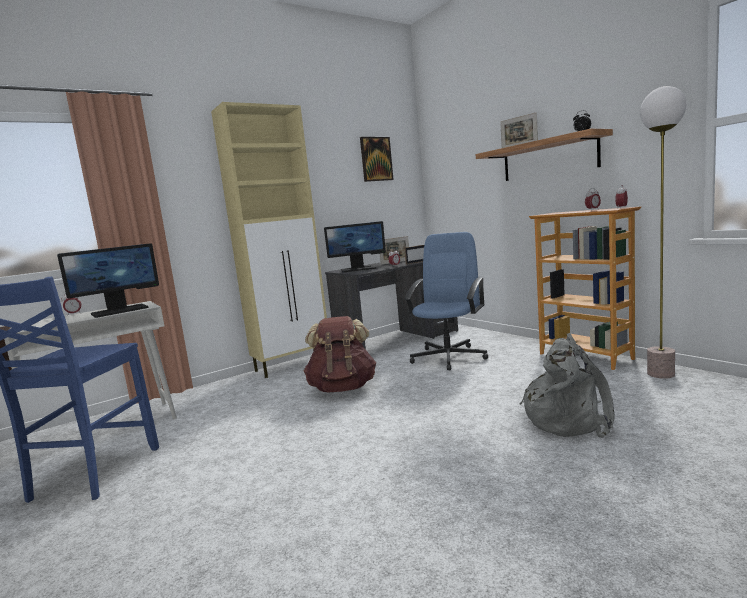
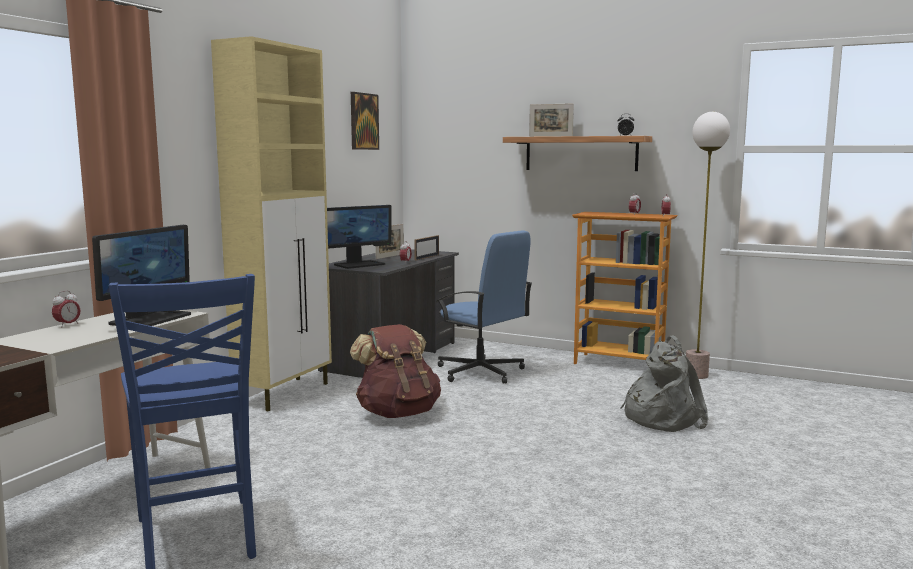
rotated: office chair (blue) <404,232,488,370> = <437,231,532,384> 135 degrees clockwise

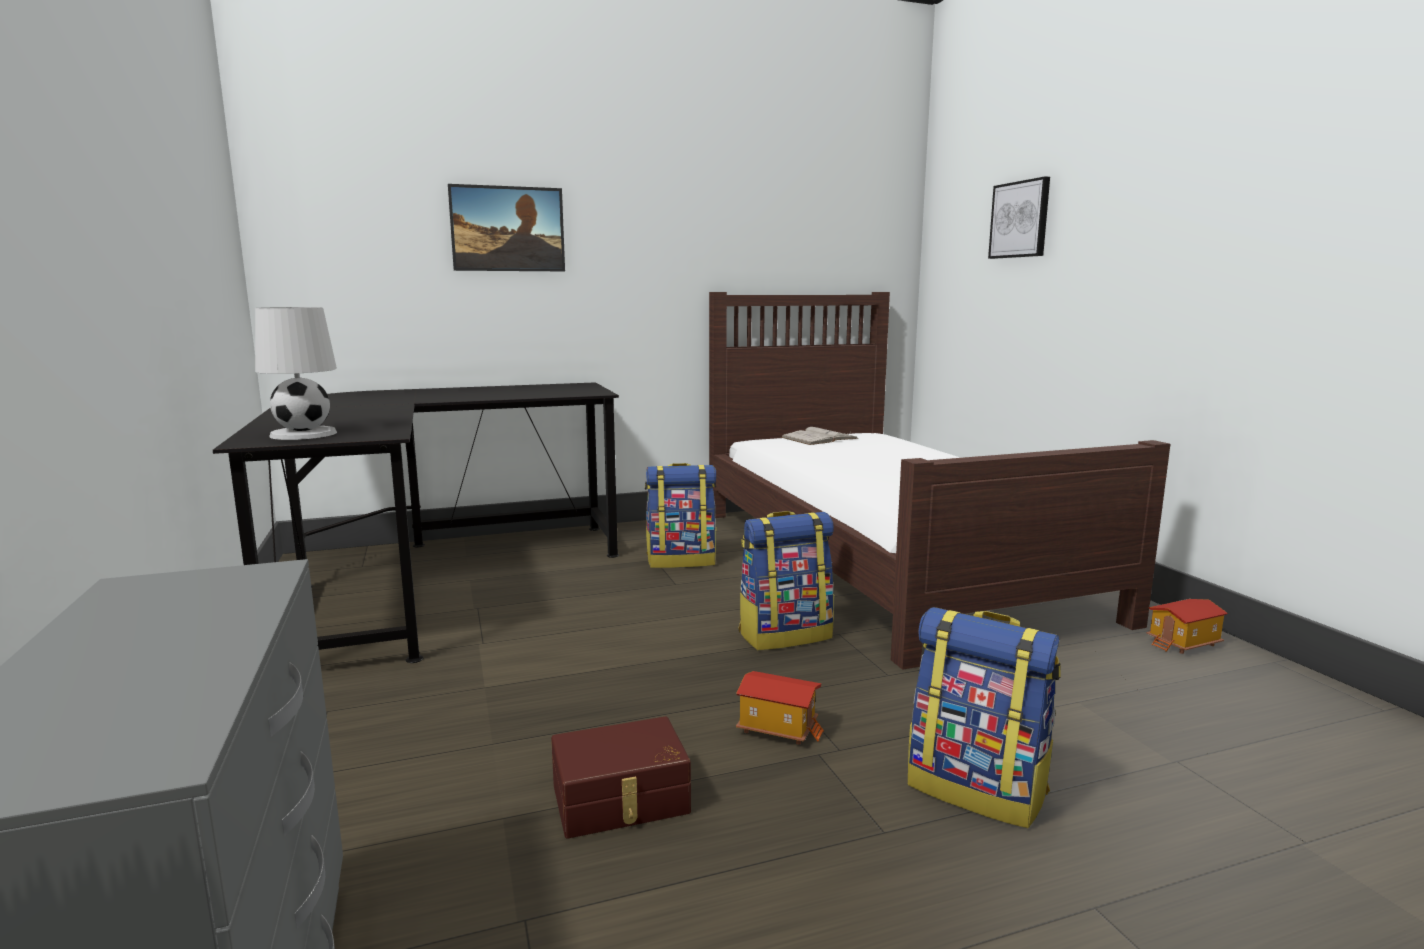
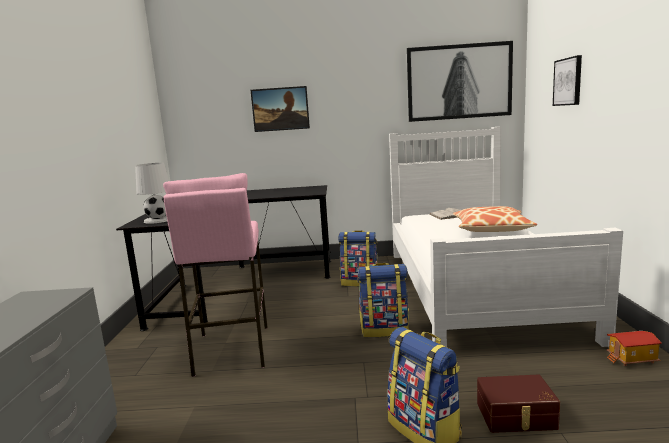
gone: toy house <736,671,824,745>
new: picture <407,41,513,122>; stool (pink) <163,173,268,377>; pillow <453,206,537,232>
shifted: storage box (brown) <551,716,691,838> to <477,374,560,433>
repainted: bed (brown) <709,292,1170,670> to bed (white) <389,127,623,347>

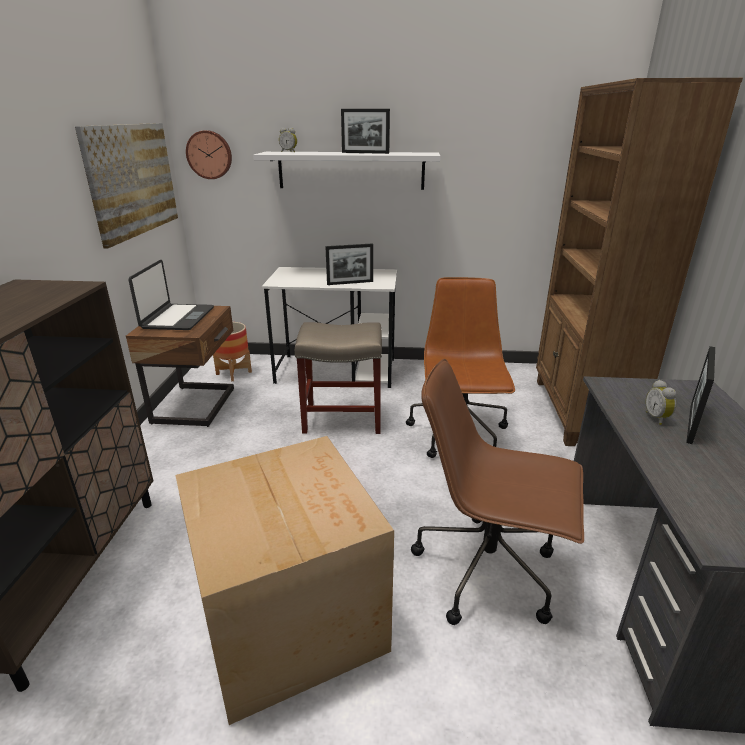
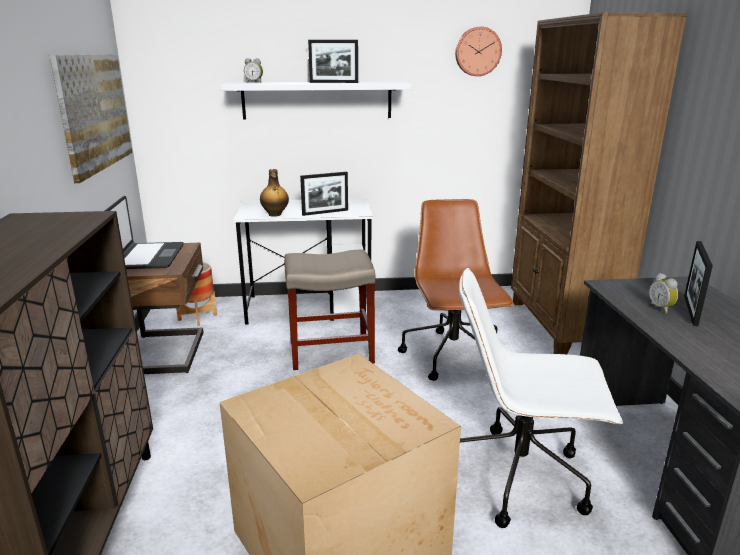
new: bottle <260,169,289,217>
shifted: wall clock <186,130,232,179> to <455,27,502,76>
repainted: office chair (brown) <411,359,584,625> to office chair (white) <459,268,623,528>

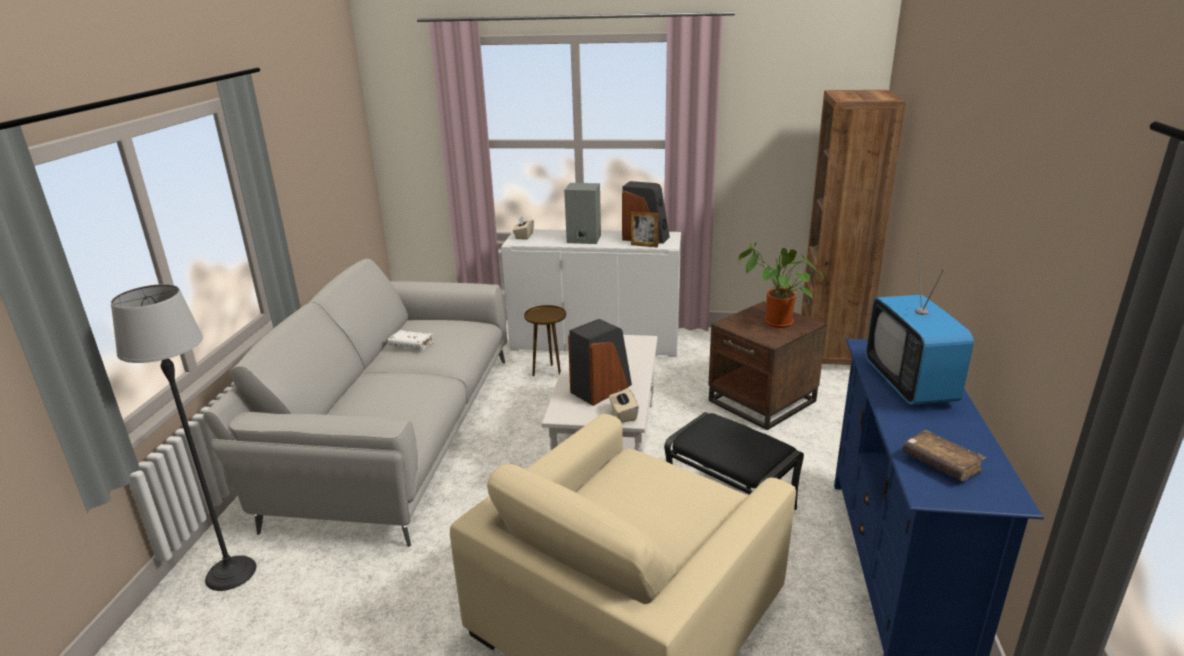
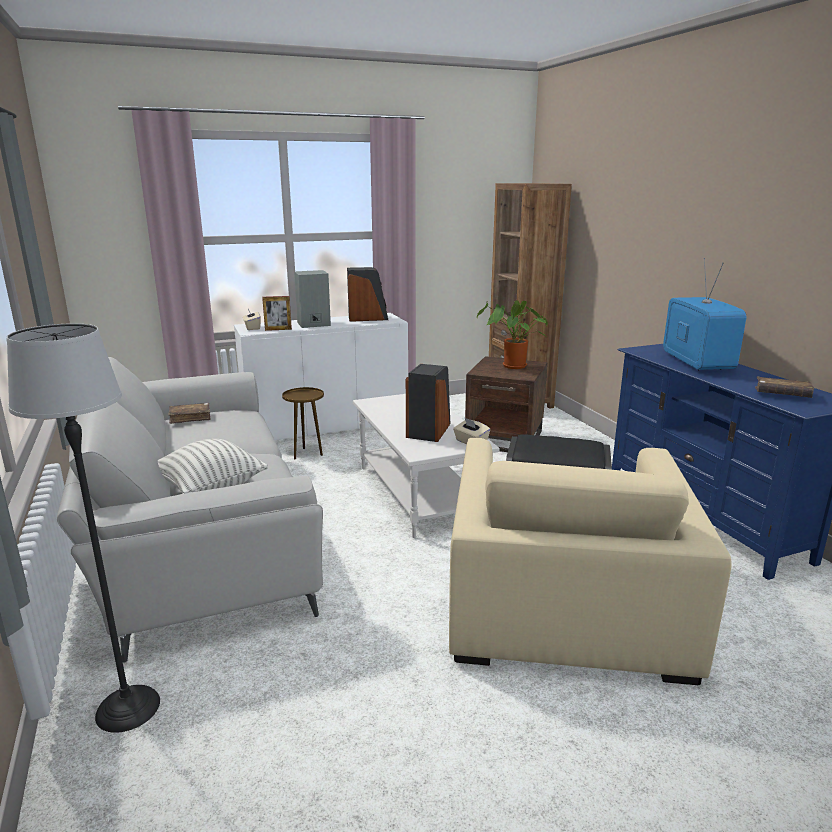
gone: book (white) <388,330,434,349>
new: book (brown) <168,403,211,424>; pillow <158,439,268,494>
shifted: picture frame <631,211,659,247> to <262,296,292,331>
rotated: television <866,253,974,405> = <663,258,747,371> 150 degrees counterclockwise

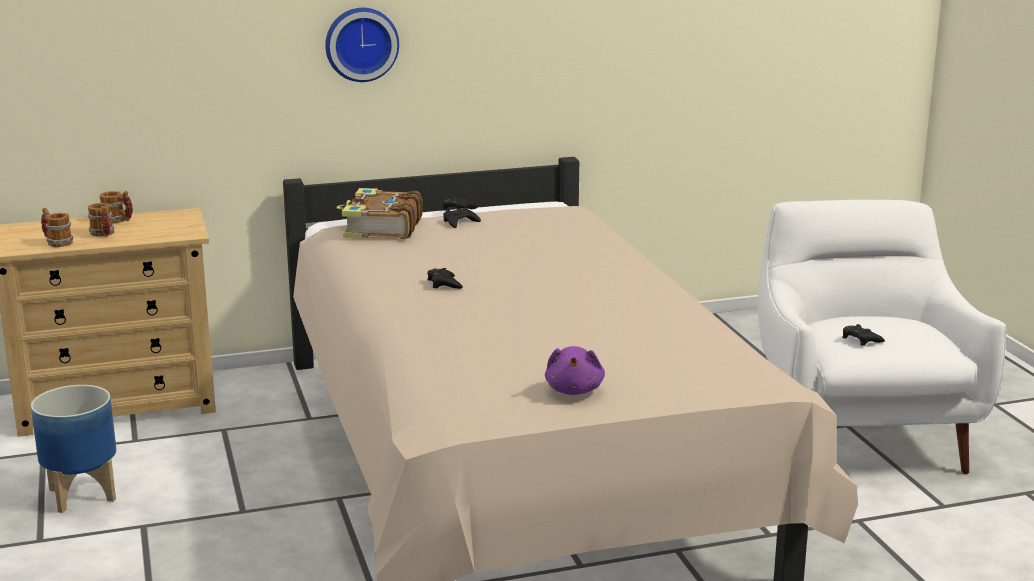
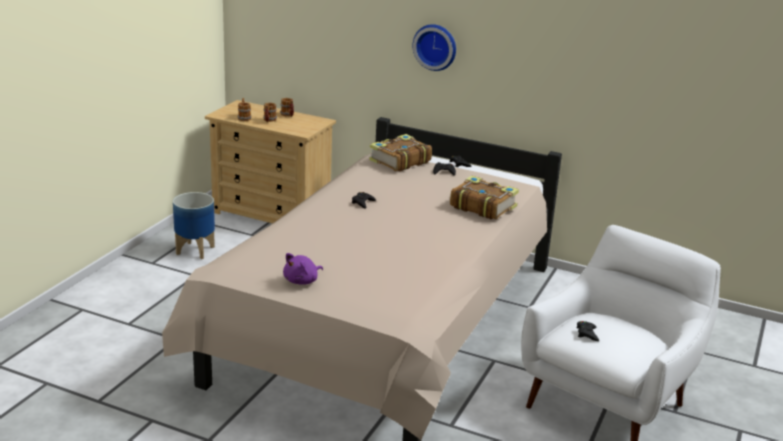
new: book <450,176,519,219>

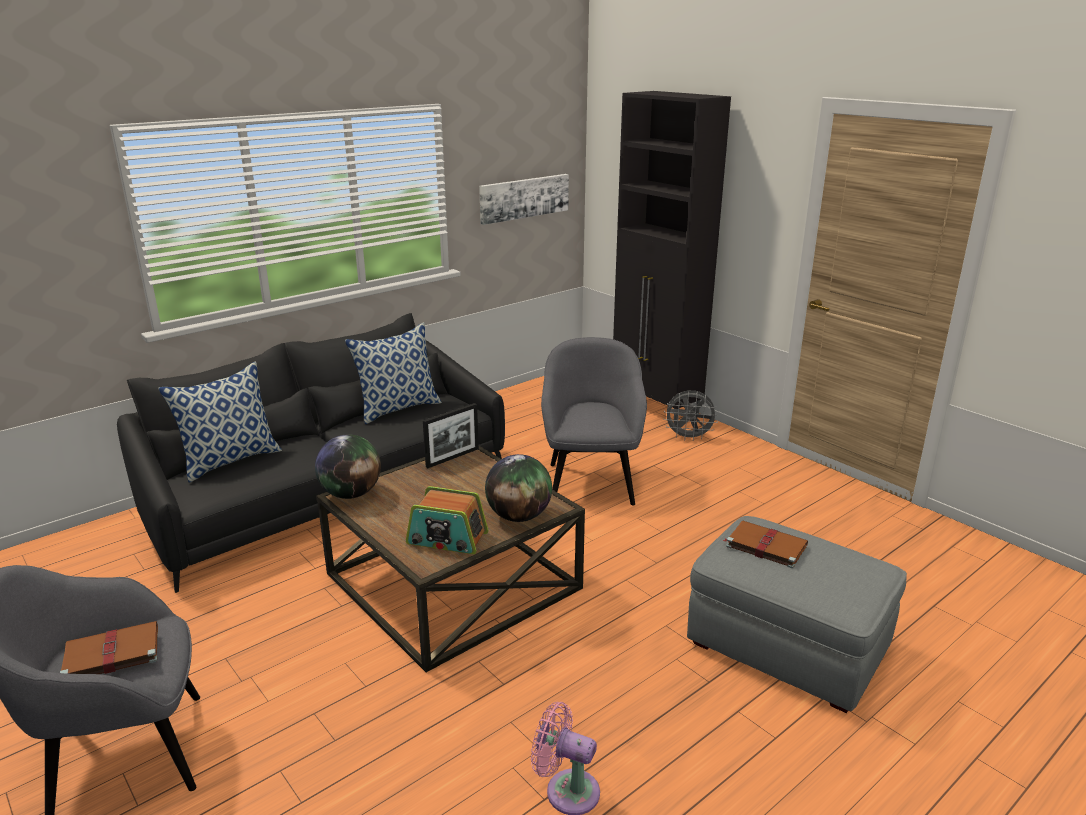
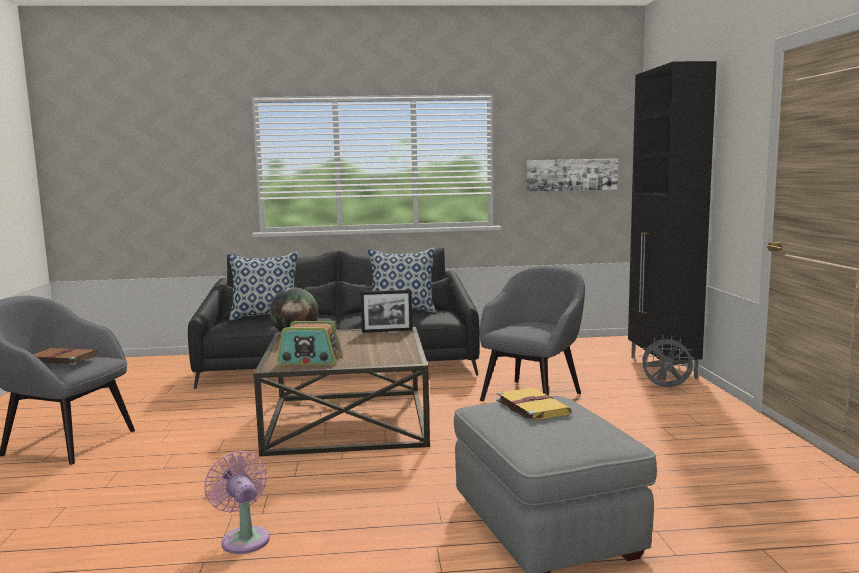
gone: globe <485,454,552,522>
repainted: book (brown) <723,520,808,568> to book (yellow) <496,388,572,422>
rotated: fan (grey) <663,390,719,441> = <639,336,695,387> 150 degrees clockwise; radio <406,486,488,554> = <277,321,342,365> 45 degrees counterclockwise

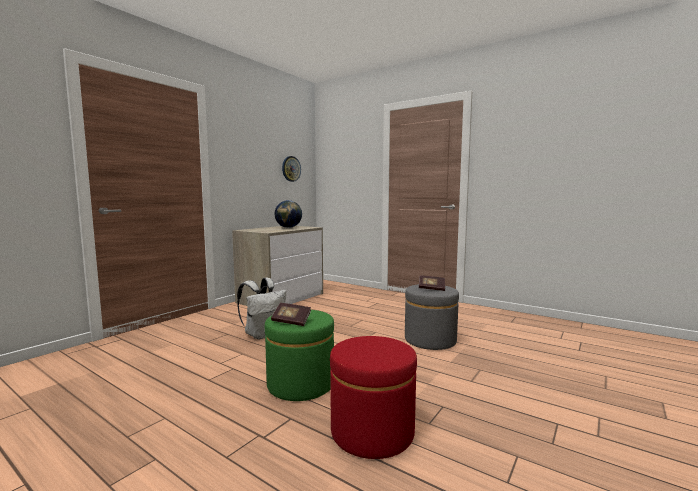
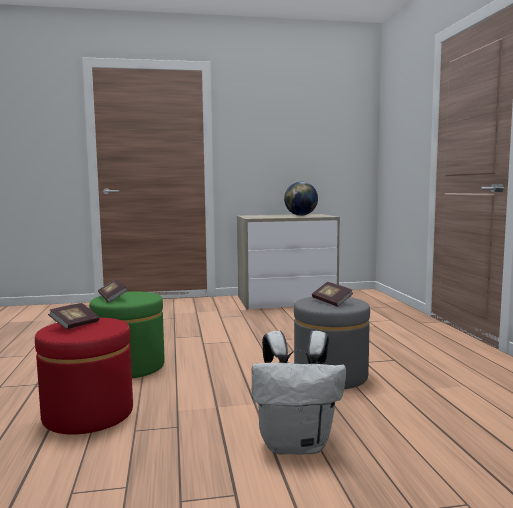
gone: wall clock <282,156,301,182>
new: book <48,303,100,329>
shifted: backpack (white) <237,278,286,339> to <252,331,346,455>

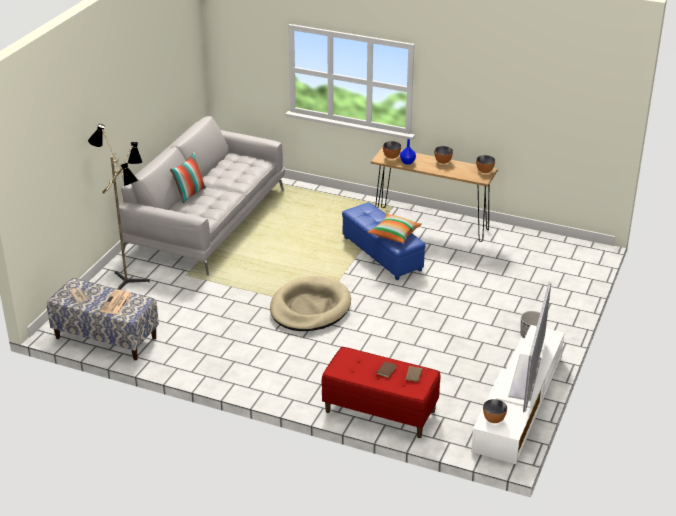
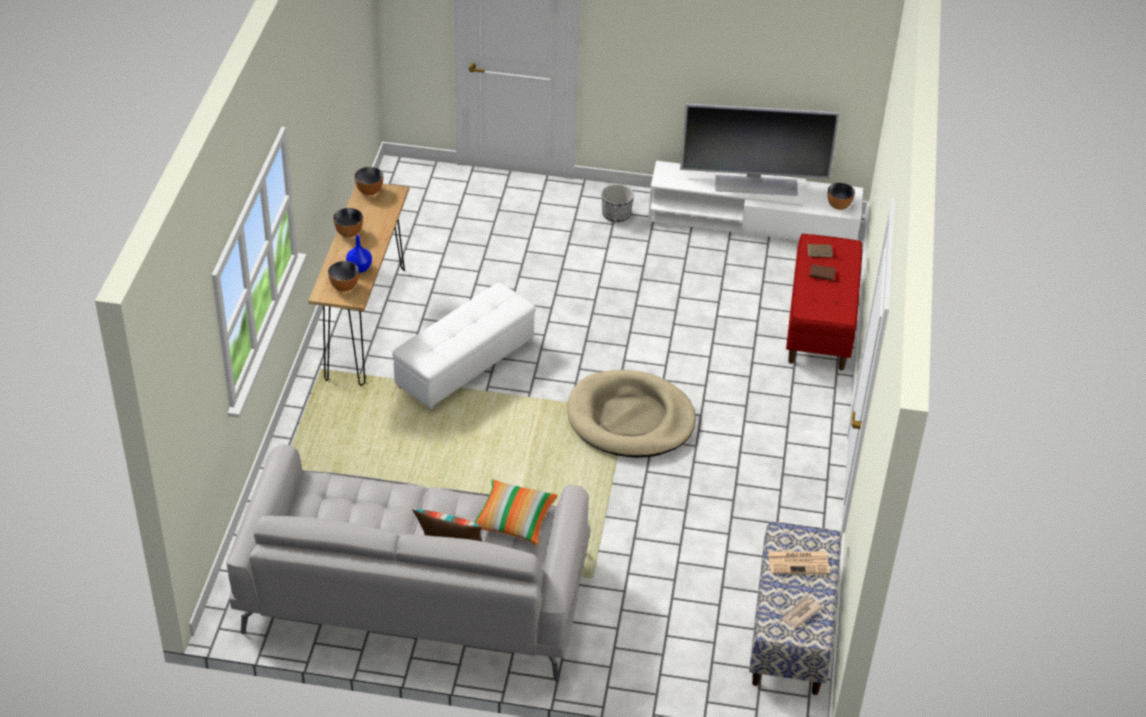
gone: floor lamp <88,124,150,290>
shifted: pillow <368,214,422,243> to <474,479,558,545>
repainted: ottoman (blue) <342,203,426,280> to ottoman (white) <392,283,535,410>

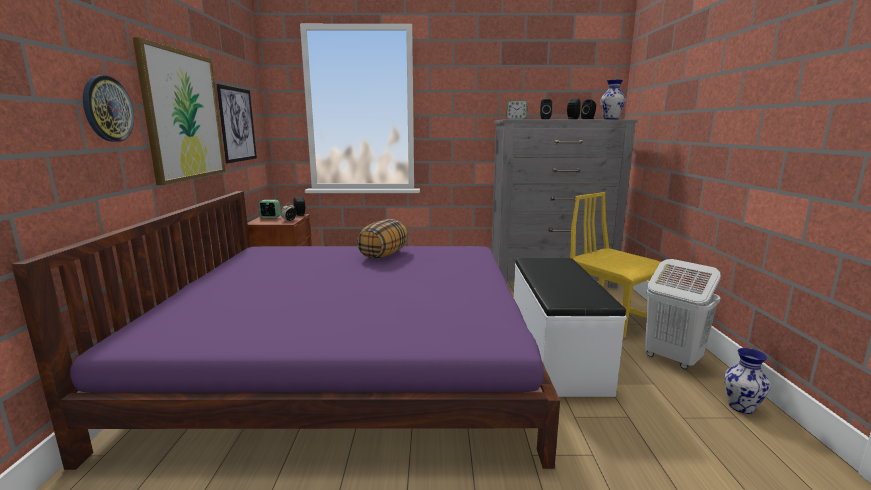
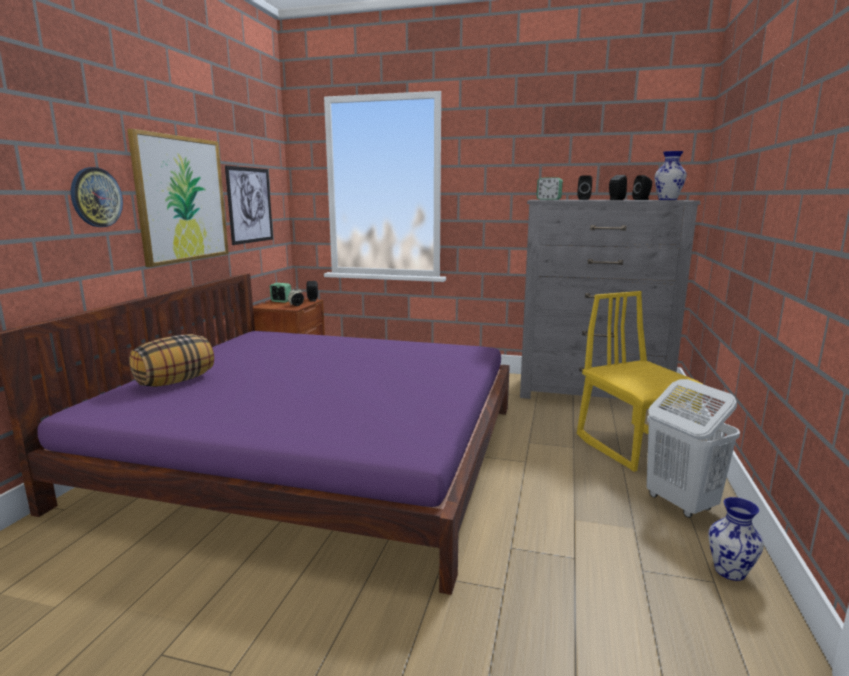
gone: bench (white) <514,258,627,397>
shifted: pillow <357,219,408,259> to <129,334,214,387>

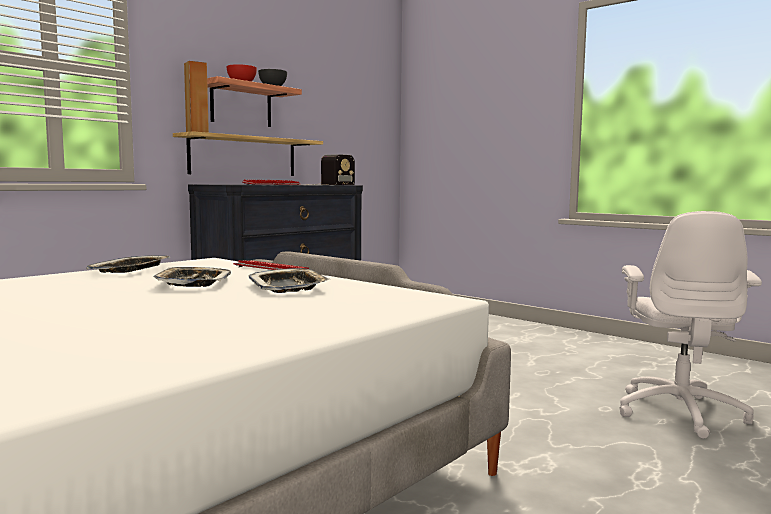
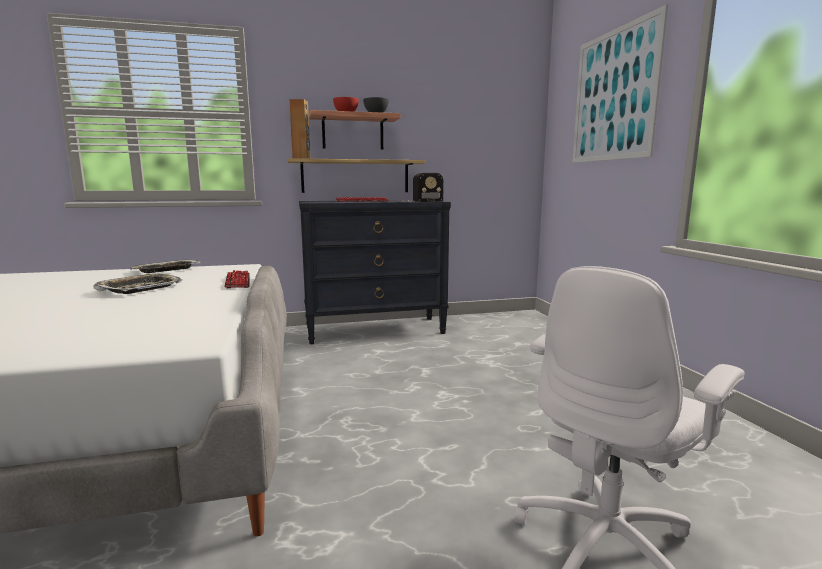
gone: tray <248,268,330,293>
new: picture <572,4,668,163>

